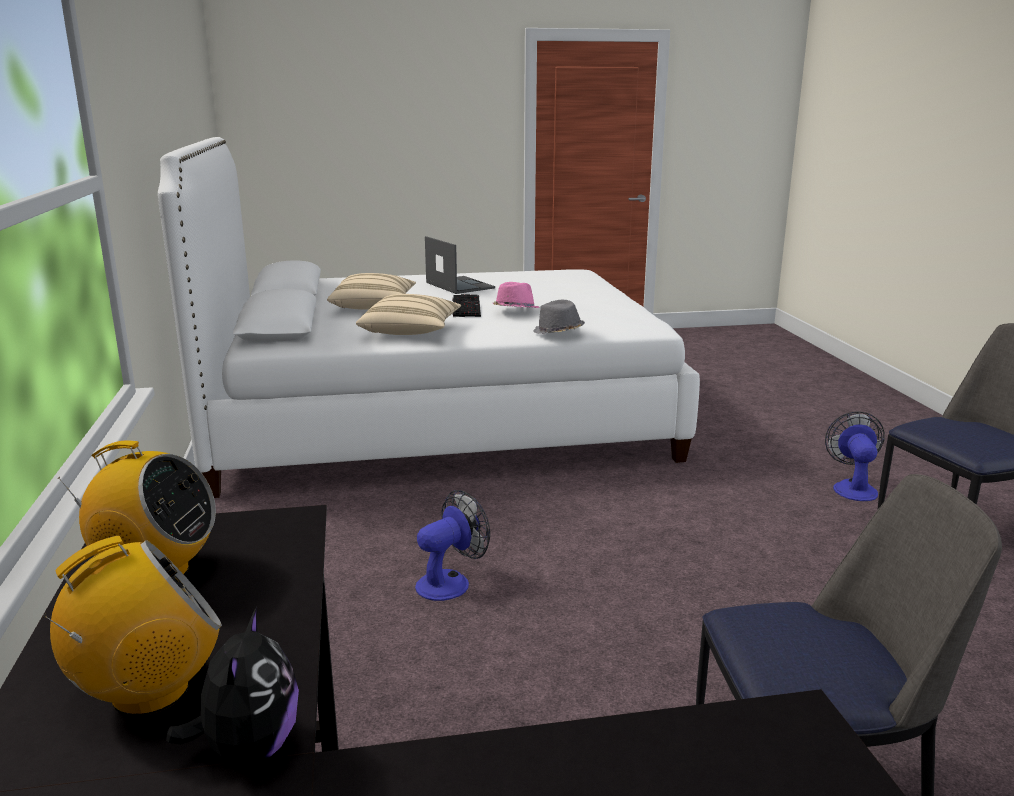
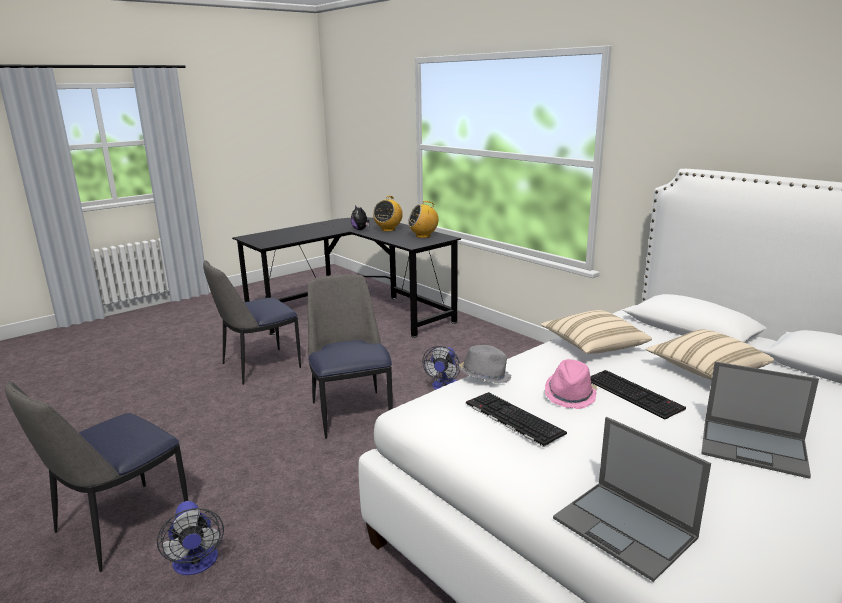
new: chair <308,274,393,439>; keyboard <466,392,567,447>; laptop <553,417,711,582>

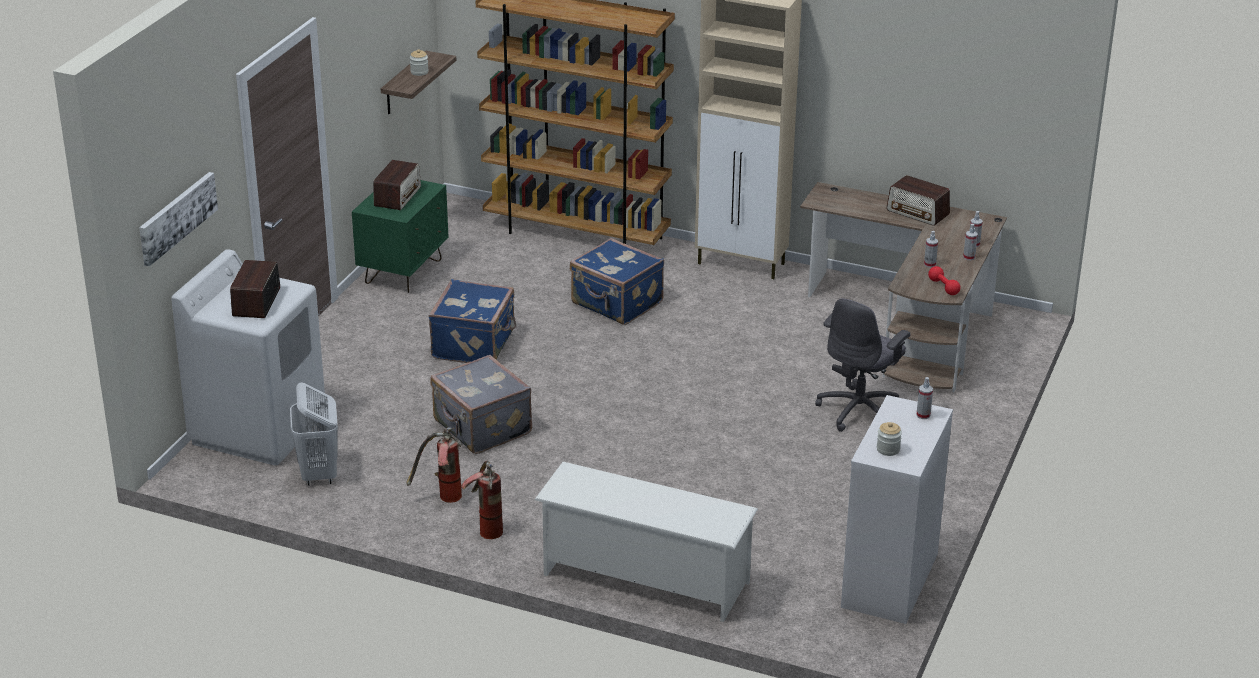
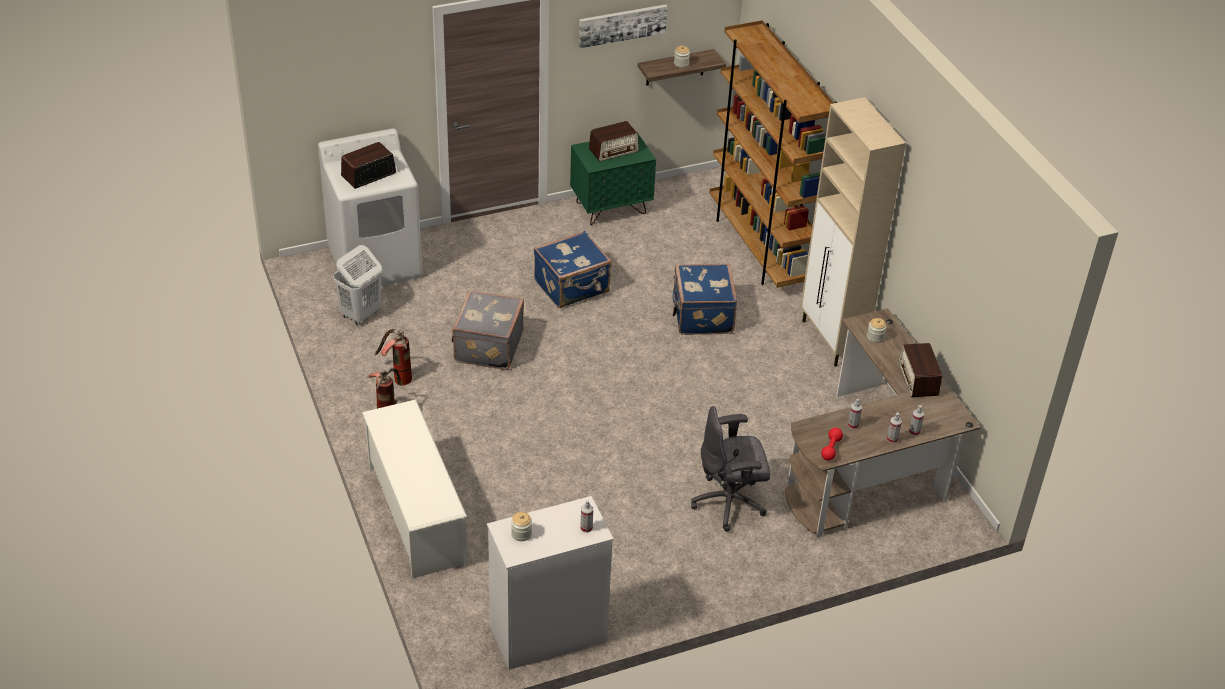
new: jar <867,318,886,343>
shifted: picture <139,172,218,266> to <579,4,667,48>

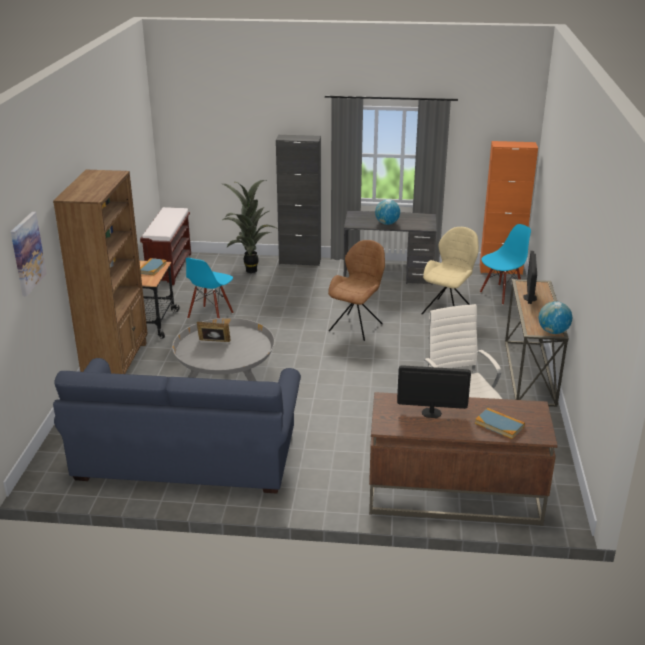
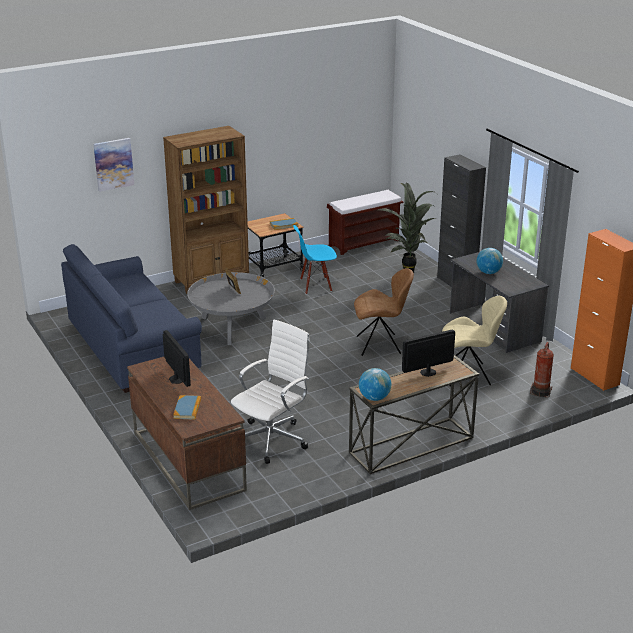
swapped: chair (blue) <480,224,531,305> to fire extinguisher <530,342,554,398>

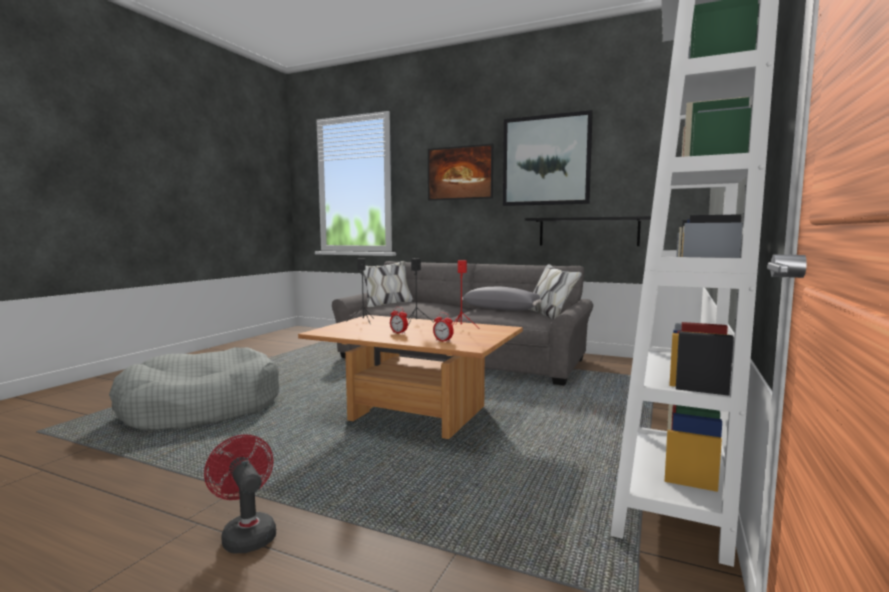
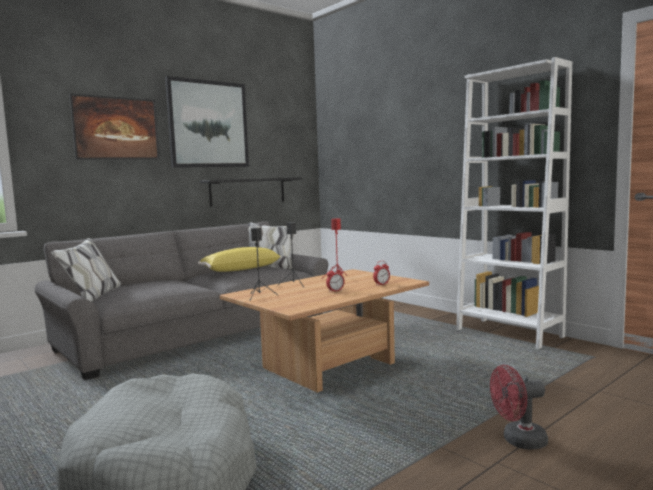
repainted: pillow (grey) <462,287,542,310> to pillow (yellow) <198,247,282,272>

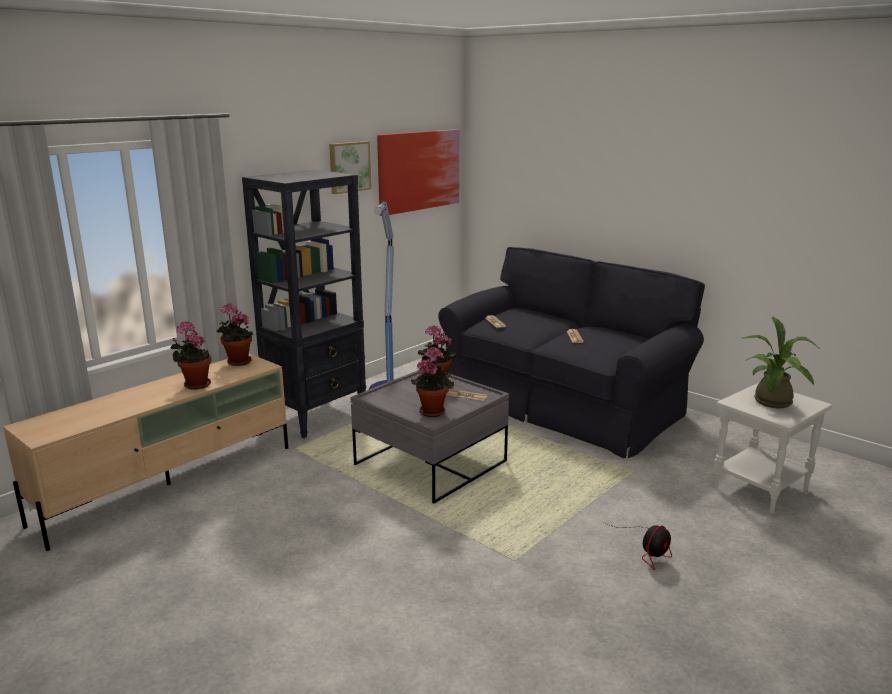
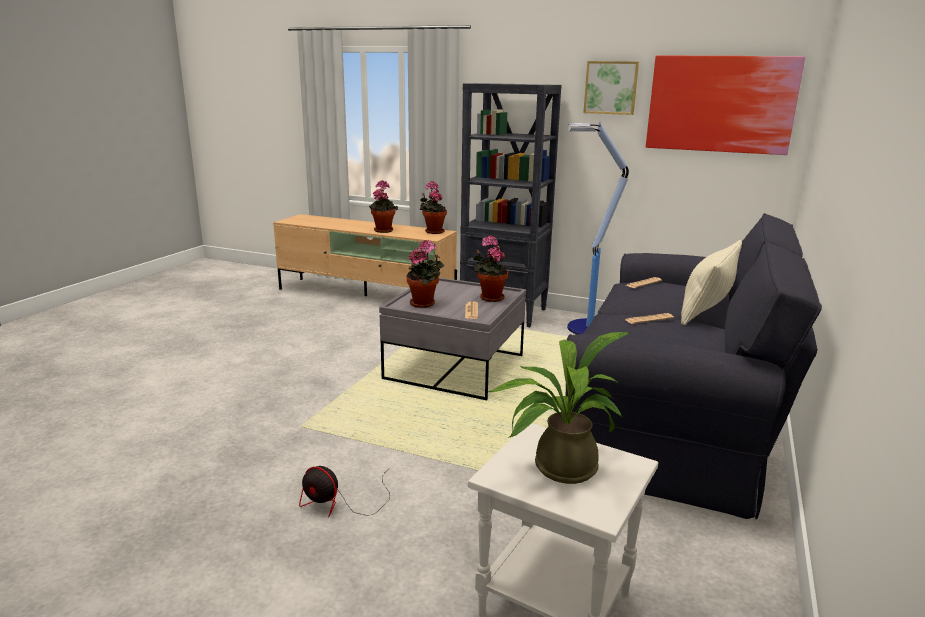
new: pillow (beige) <681,240,742,325>

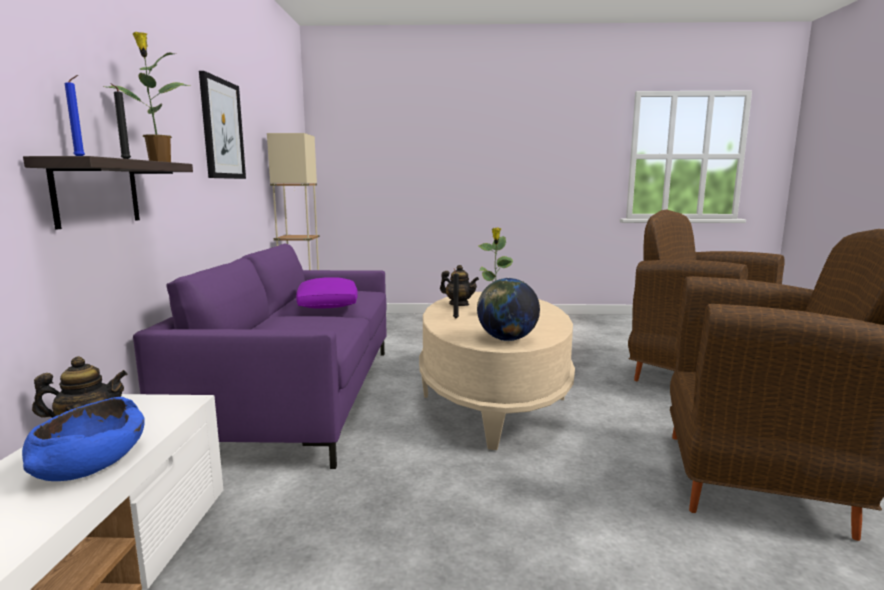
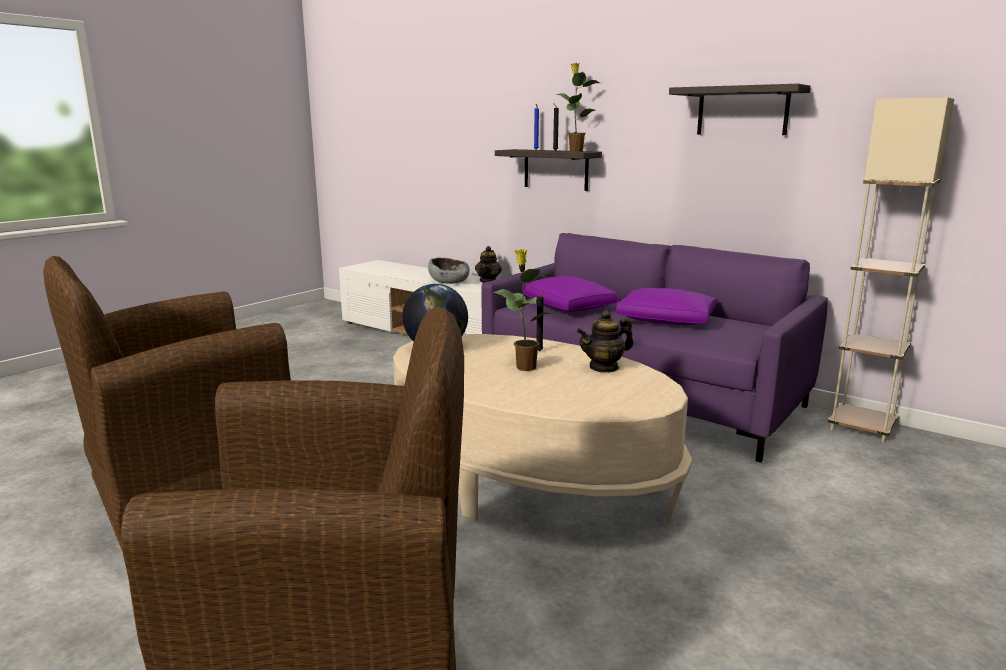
new: pillow (purple) <522,276,618,312>
swapped: picture <199,71,246,179> to shelf <669,84,811,135>
repainted: bowl (blue) <22,397,145,481> to bowl (grey) <428,258,470,284>

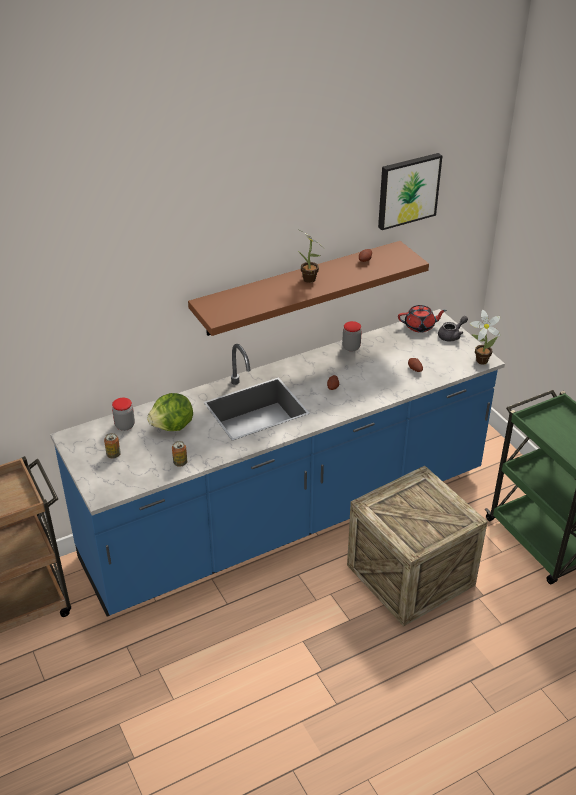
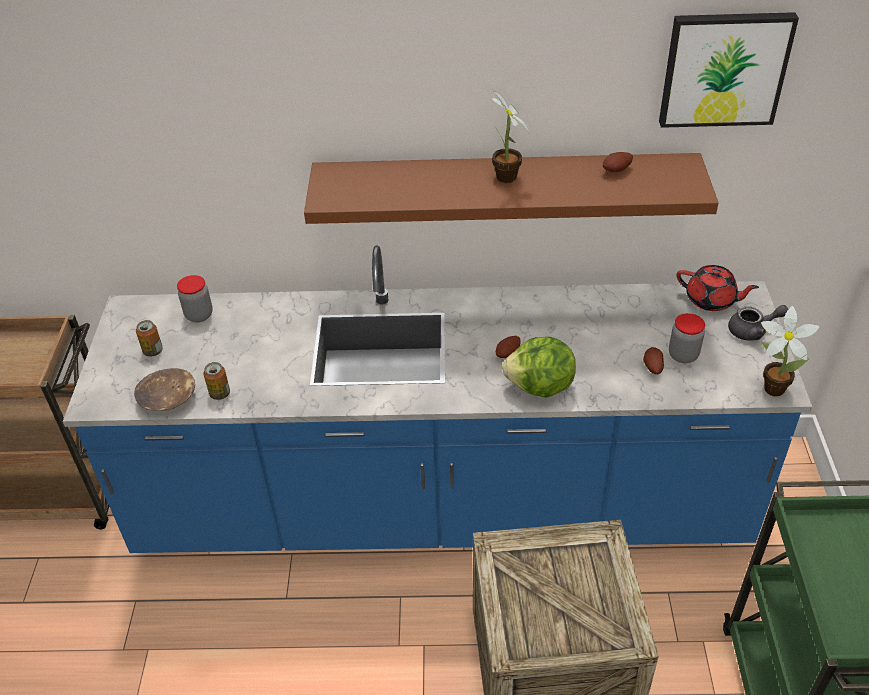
new: bowl (brown) <134,368,195,411>
shifted: jar <342,321,362,351> to <669,313,705,363>; lettuce <147,393,193,431> to <502,337,576,398>

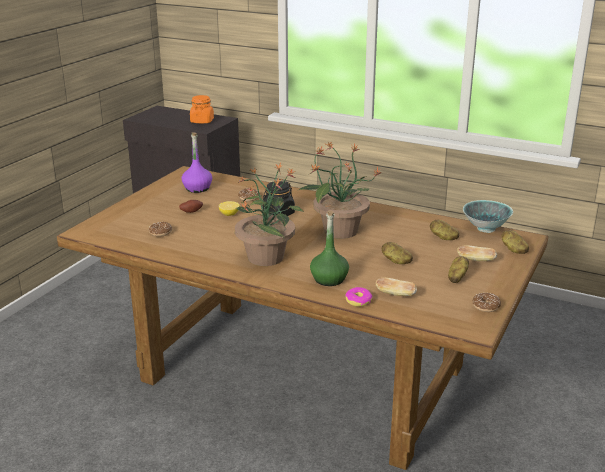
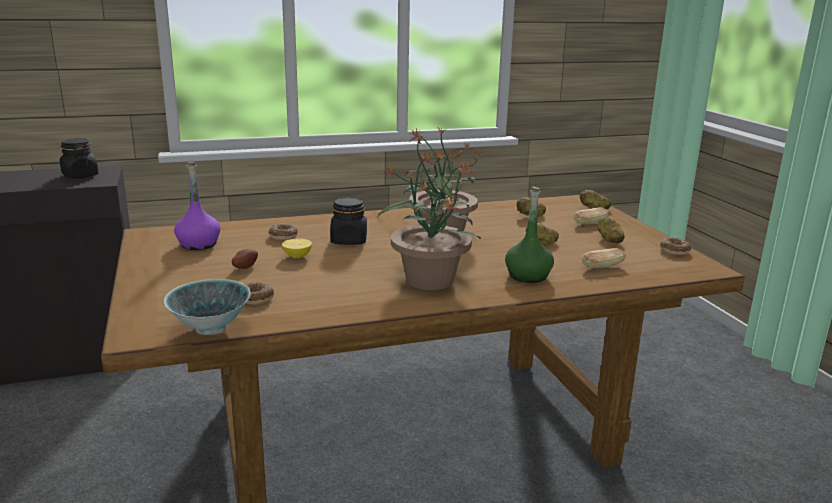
gone: donut <345,287,372,307>
shifted: bowl <463,200,513,233> to <164,279,251,335>
repainted: jar (orange) <190,95,214,124> to jar (black) <60,138,99,178>

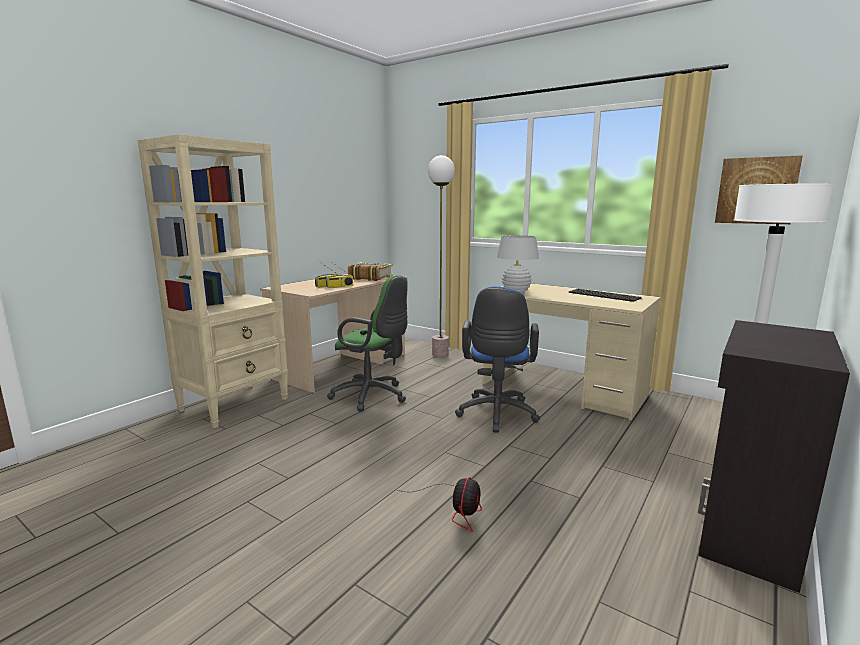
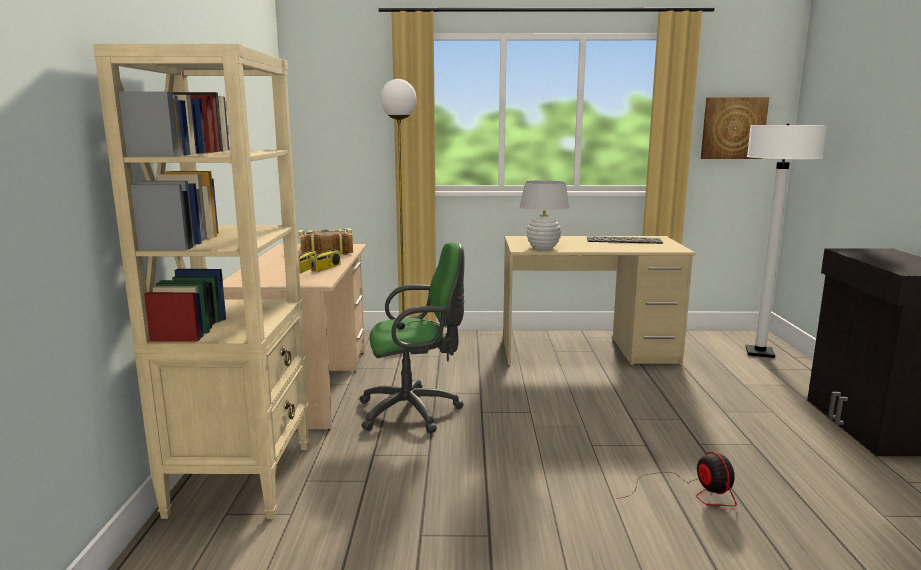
gone: office chair (blue) <455,286,540,433>

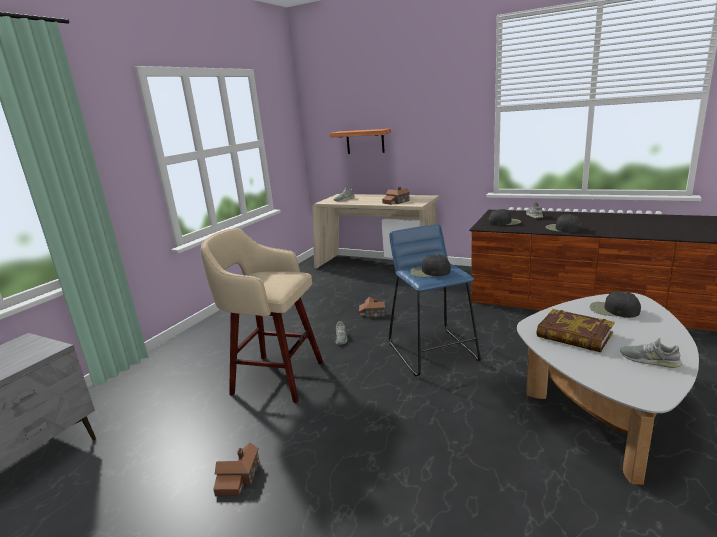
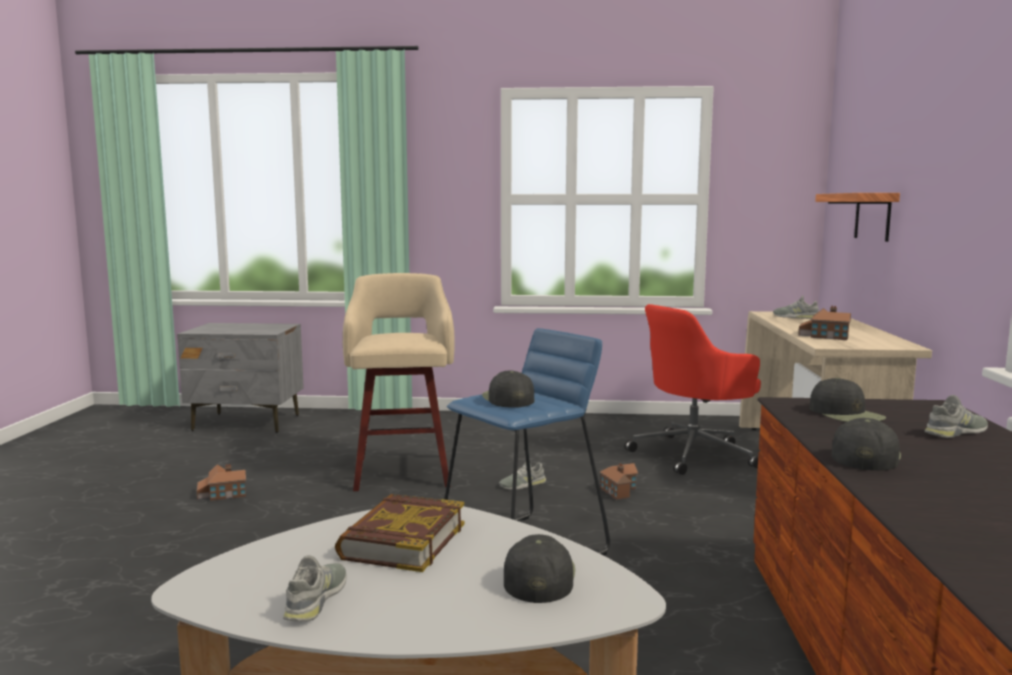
new: office chair (red) <625,304,761,475>

